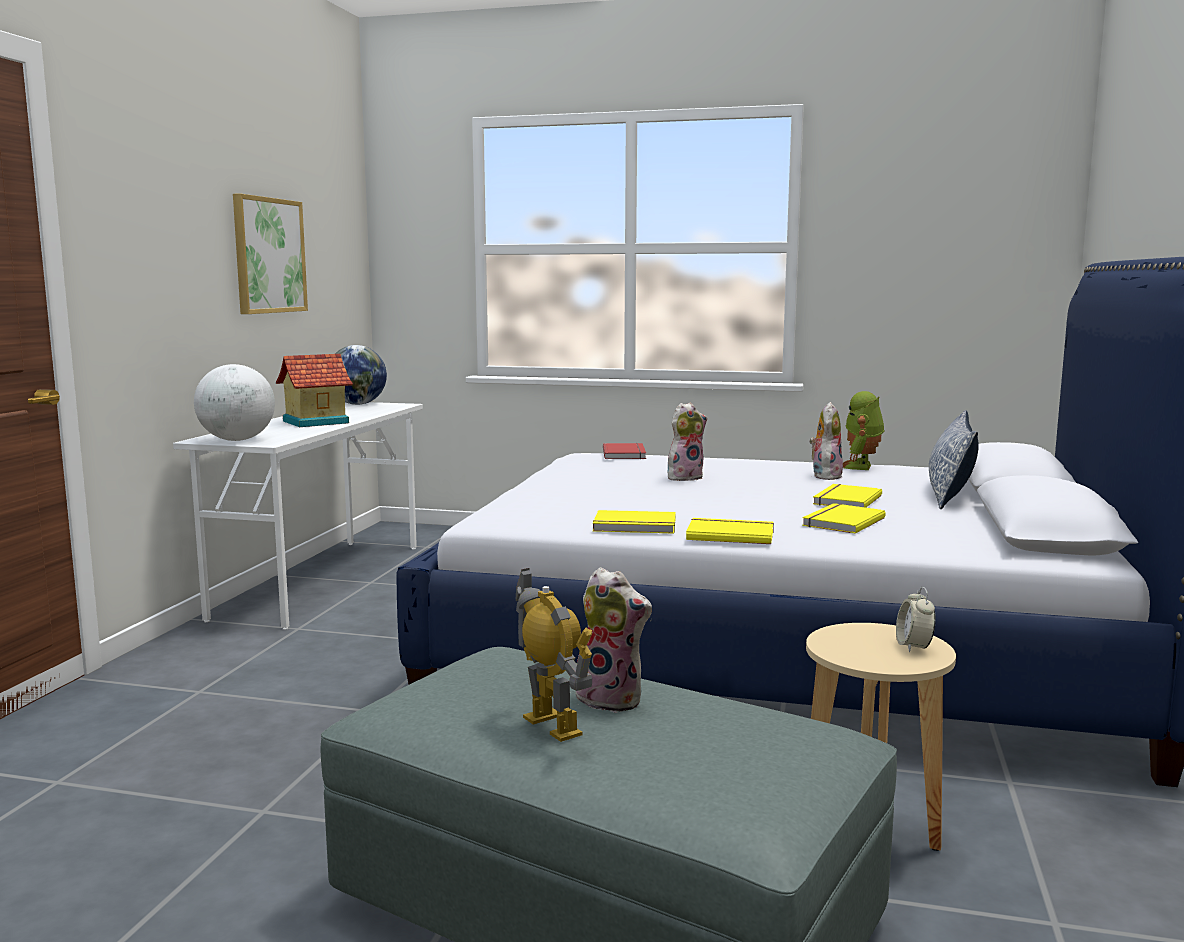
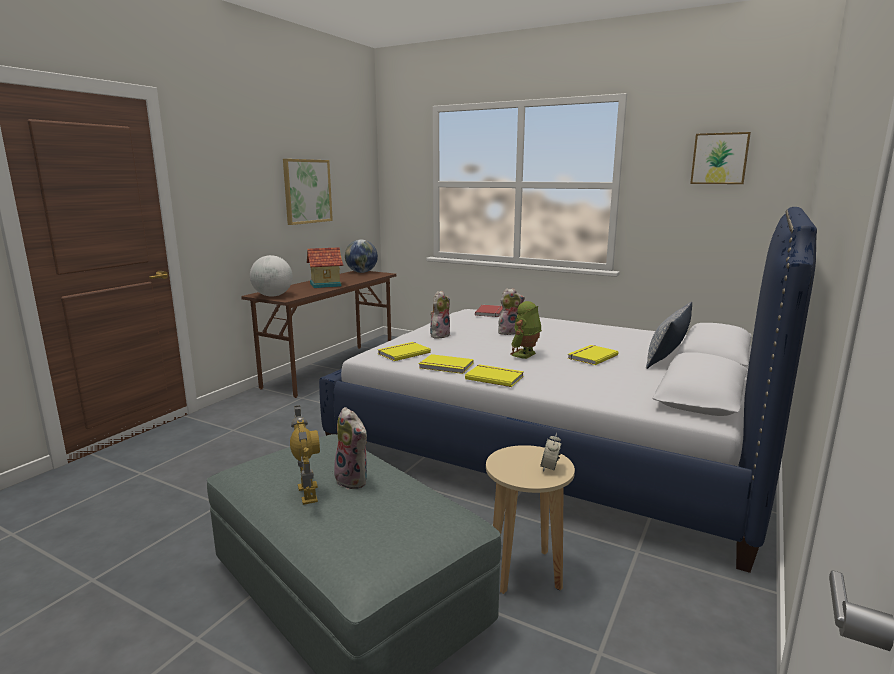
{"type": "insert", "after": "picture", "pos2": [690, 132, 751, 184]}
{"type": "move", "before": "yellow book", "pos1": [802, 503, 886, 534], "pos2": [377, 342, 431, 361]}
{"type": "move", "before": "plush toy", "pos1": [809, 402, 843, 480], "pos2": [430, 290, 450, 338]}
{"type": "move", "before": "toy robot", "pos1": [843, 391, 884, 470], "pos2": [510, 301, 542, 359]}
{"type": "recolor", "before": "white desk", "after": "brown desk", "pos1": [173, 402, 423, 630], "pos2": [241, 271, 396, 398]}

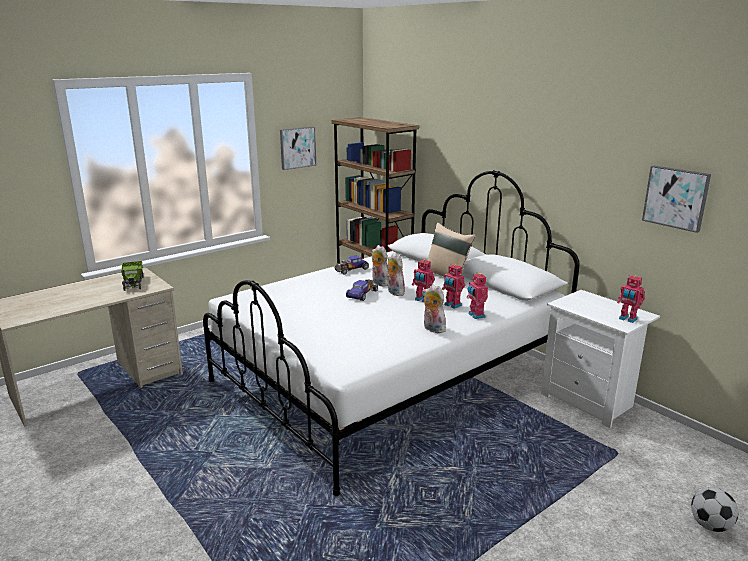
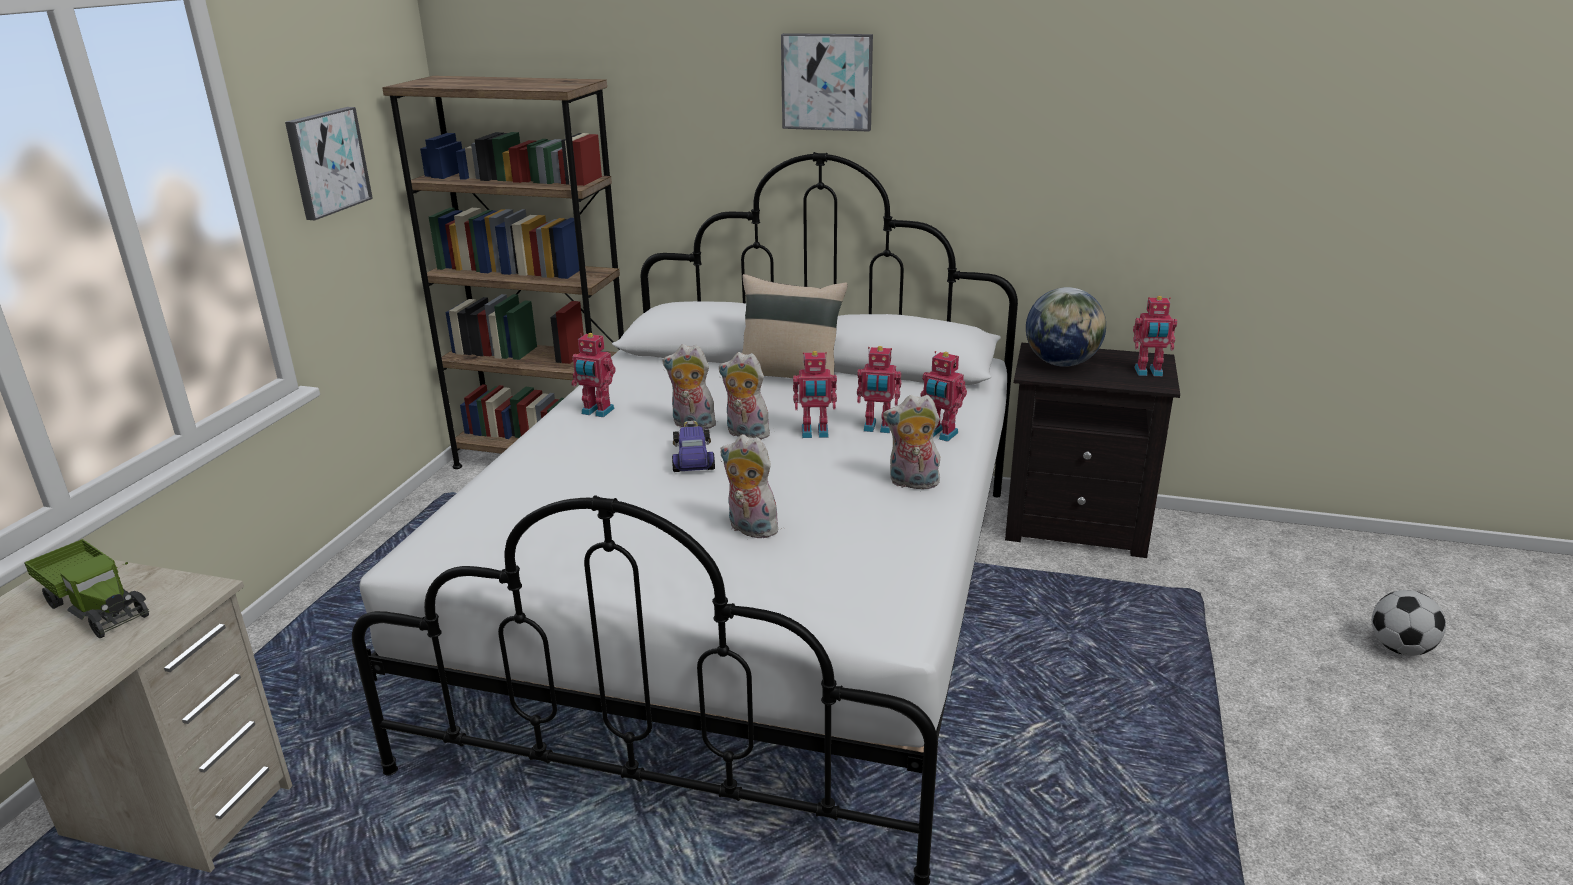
{"type": "insert", "after": "plush toy", "pos2": [721, 434, 783, 538]}
{"type": "insert", "after": "globe", "pos2": [1026, 287, 1106, 367]}
{"type": "move", "before": "picture", "pos1": [642, 166, 711, 233], "pos2": [781, 33, 873, 132]}
{"type": "replace", "before": "toy car", "after": "toy robot", "pos1": [334, 255, 369, 274], "pos2": [572, 333, 616, 417]}
{"type": "recolor", "before": "white nightstand", "after": "black nightstand", "pos1": [541, 290, 660, 428], "pos2": [1005, 343, 1180, 558]}

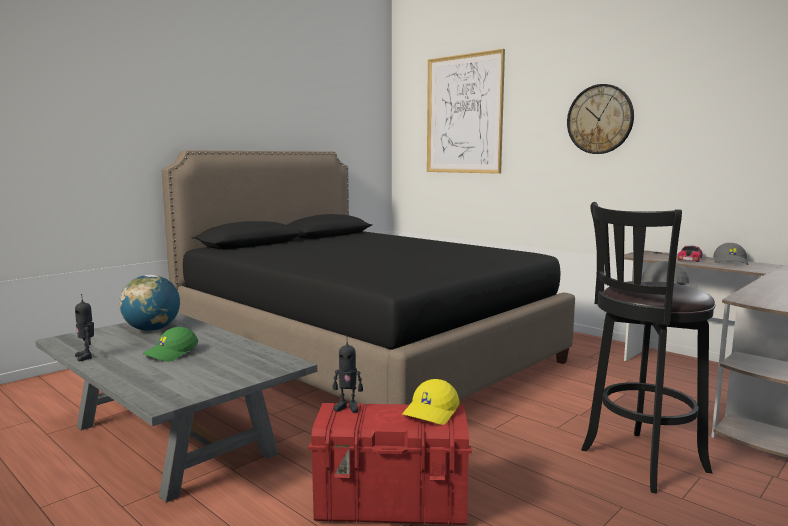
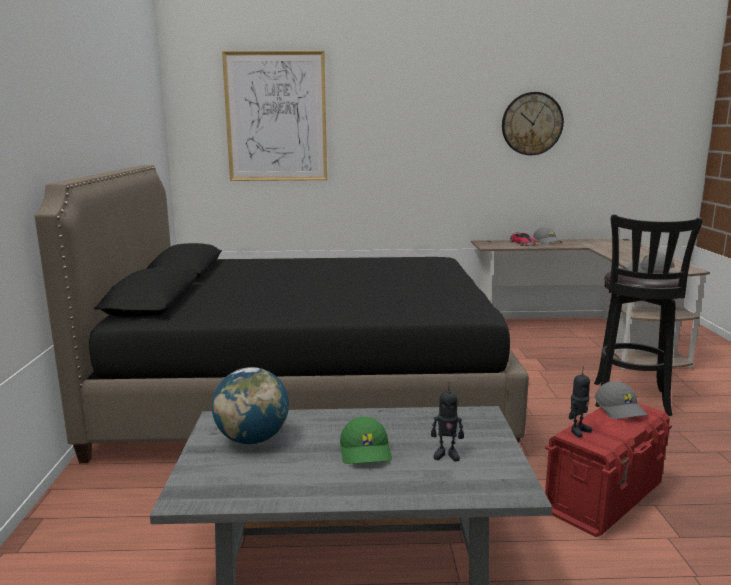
{"type": "move", "before": "toy robot", "pos1": [75, 294, 94, 361], "pos2": [431, 382, 464, 461]}
{"type": "move", "before": "wall clock", "pos1": [567, 84, 634, 154], "pos2": [502, 92, 564, 155]}
{"type": "recolor", "before": "yellow cap", "after": "grey cap", "pos1": [402, 379, 459, 425], "pos2": [595, 381, 648, 419]}

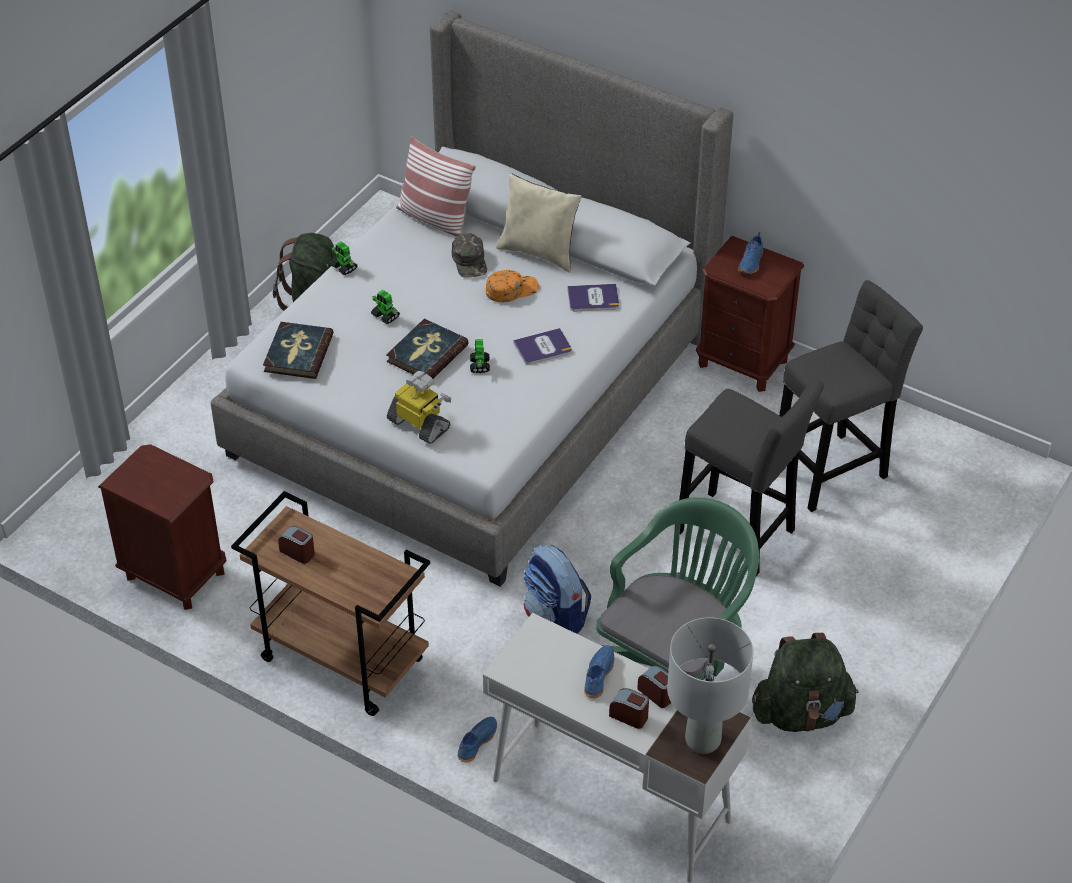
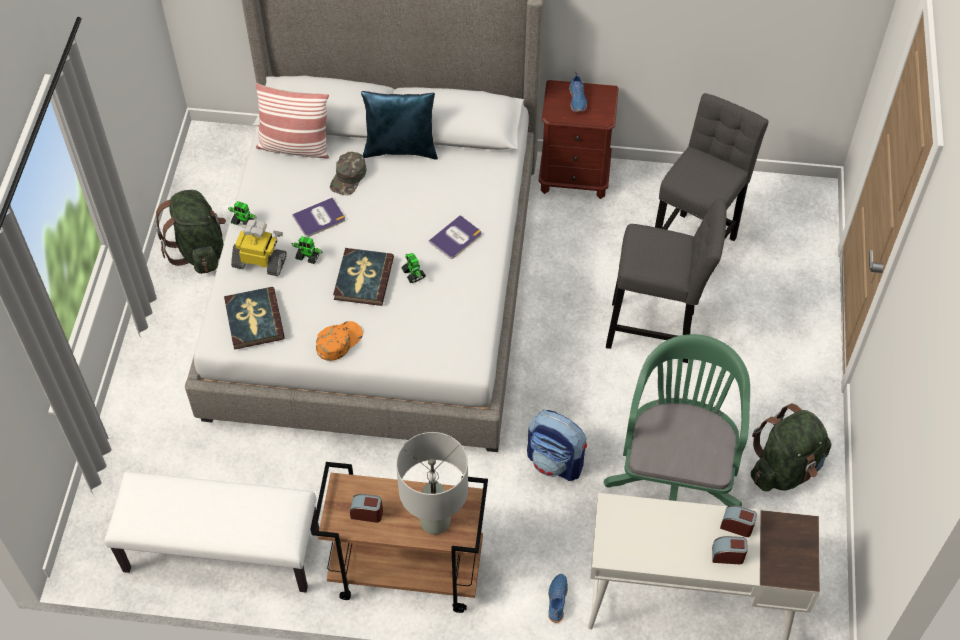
{"type": "delete", "before": "blue shoe", "pos1": [584, 645, 614, 698]}
{"type": "move", "before": "toy robot", "pos1": [387, 371, 451, 444], "pos2": [231, 220, 287, 276]}
{"type": "move", "before": "orange cap", "pos1": [486, 270, 539, 302], "pos2": [316, 321, 363, 361]}
{"type": "move", "before": "book", "pos1": [567, 284, 619, 312], "pos2": [292, 197, 345, 237]}
{"type": "move", "before": "grey table lamp", "pos1": [667, 617, 753, 754], "pos2": [396, 432, 468, 535]}
{"type": "replace", "before": "brown nightstand", "after": "white bench", "pos1": [98, 444, 227, 610], "pos2": [105, 472, 319, 593]}
{"type": "recolor", "before": "beige pillow", "after": "blue pillow", "pos1": [496, 173, 582, 272], "pos2": [361, 91, 438, 159]}
{"type": "rotate", "before": "green cap", "pos1": [452, 233, 487, 278], "pos2": [330, 152, 366, 195], "turn": 60}

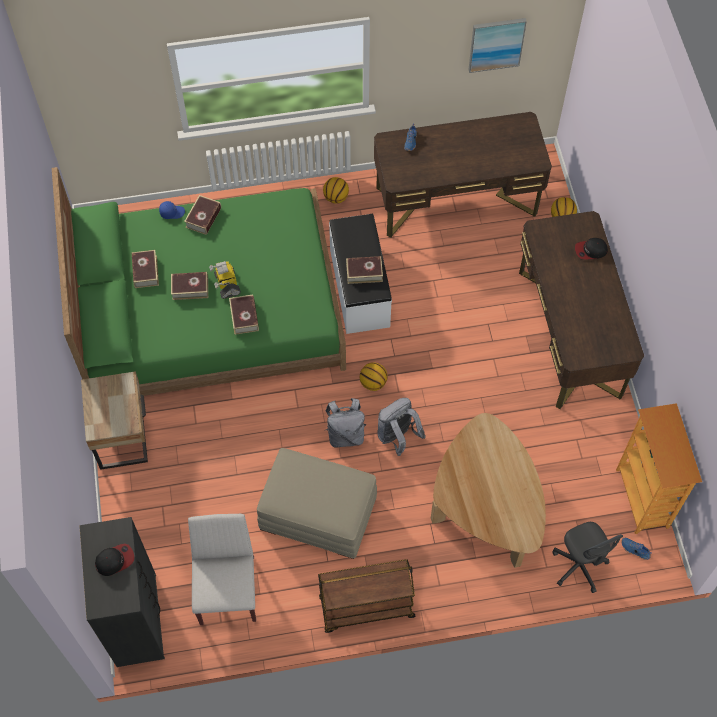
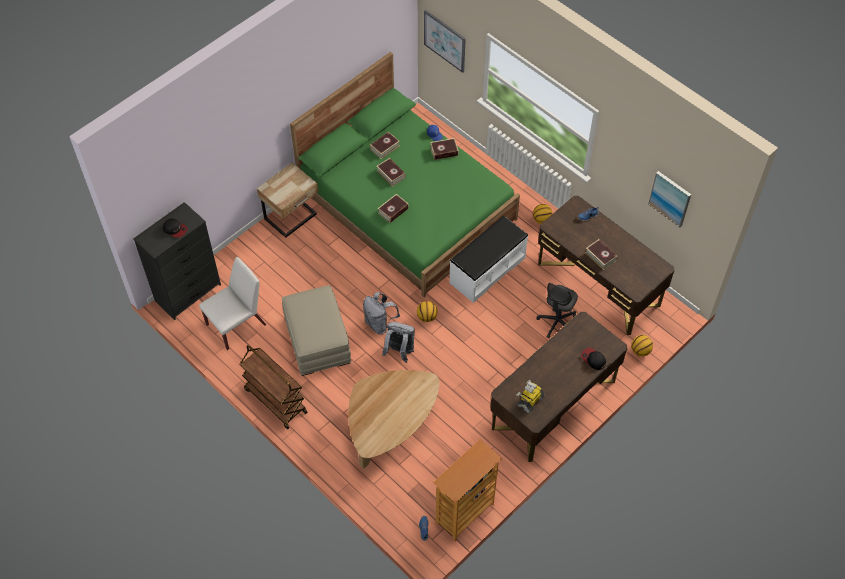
{"type": "insert", "after": "picture", "pos2": [424, 10, 466, 73]}
{"type": "move", "before": "toy robot", "pos1": [209, 261, 241, 299], "pos2": [516, 380, 545, 413]}
{"type": "move", "before": "book", "pos1": [346, 256, 383, 284], "pos2": [585, 239, 618, 270]}
{"type": "move", "before": "grey office chair", "pos1": [552, 522, 623, 593], "pos2": [536, 283, 578, 338]}

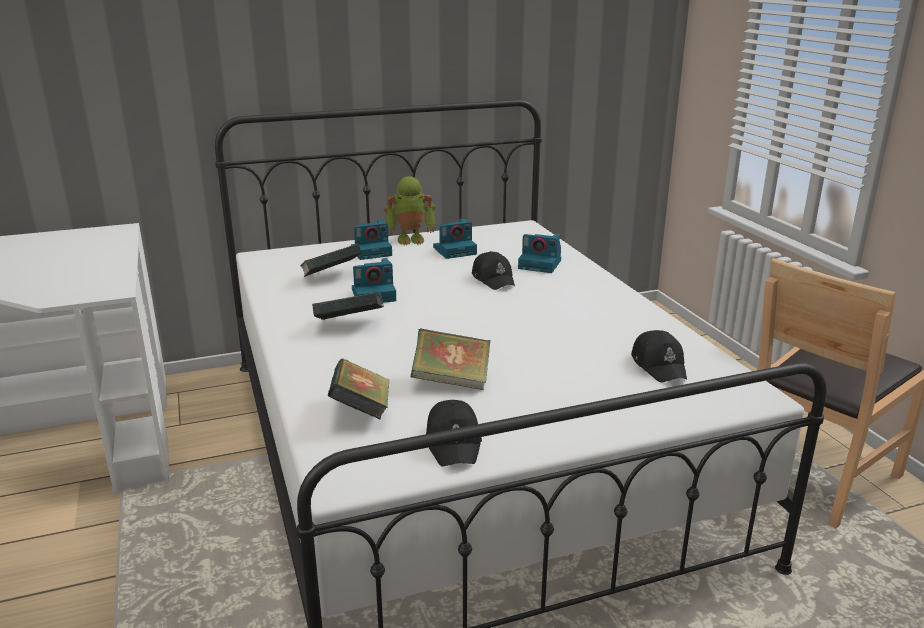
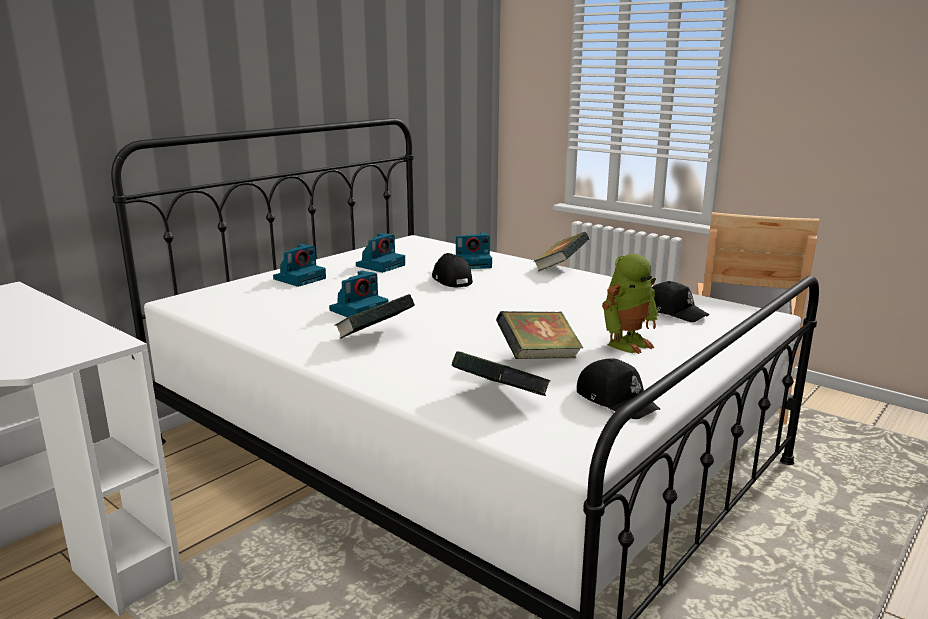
{"type": "move", "before": "book", "pos1": [300, 243, 361, 277], "pos2": [533, 232, 589, 271]}
{"type": "move", "before": "toy robot", "pos1": [384, 176, 435, 246], "pos2": [602, 254, 659, 354]}
{"type": "rotate", "before": "black cap", "pos1": [472, 251, 515, 290], "pos2": [432, 253, 473, 288], "turn": -150}

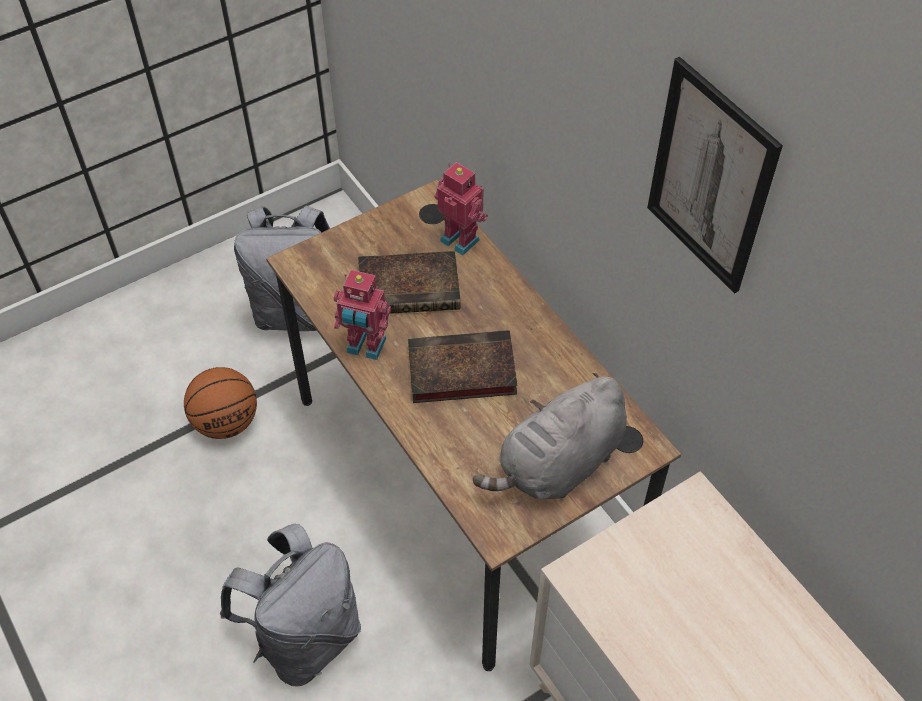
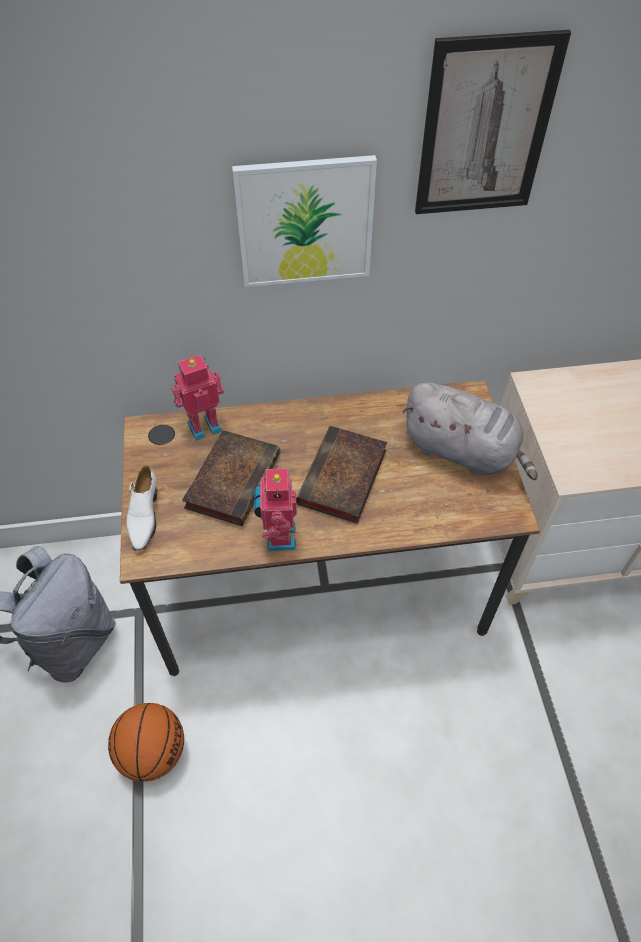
{"type": "delete", "before": "grey backpack", "pos1": [220, 524, 361, 686]}
{"type": "insert", "after": "white shoe", "pos2": [126, 465, 157, 551]}
{"type": "insert", "after": "picture", "pos2": [232, 155, 377, 287]}
{"type": "rotate", "before": "toy robot", "pos1": [334, 270, 391, 360], "pos2": [254, 465, 297, 551], "turn": 135}
{"type": "rotate", "before": "grey plush toy", "pos1": [473, 373, 627, 499], "pos2": [402, 382, 538, 480], "turn": -45}

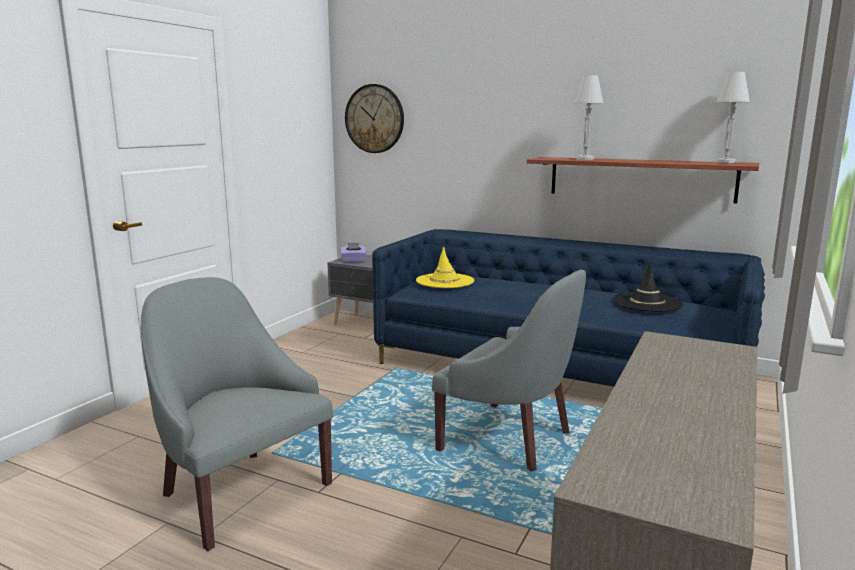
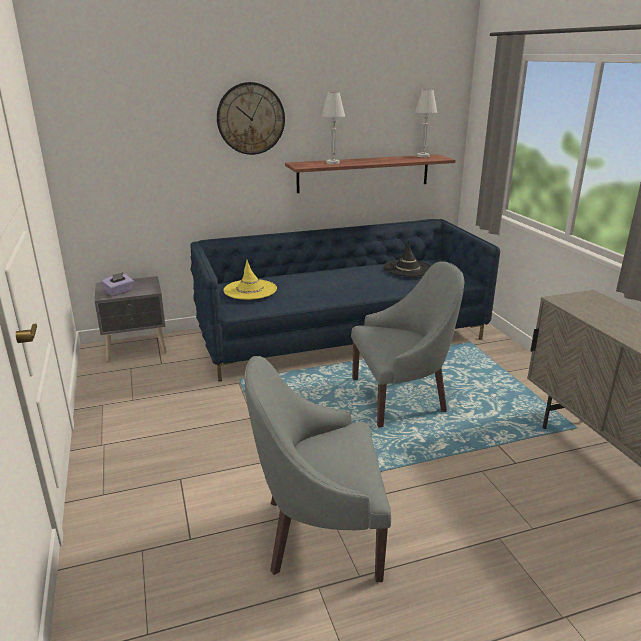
{"type": "move", "before": "wall clock", "pos1": [345, 84, 404, 153], "pos2": [217, 82, 285, 155]}

